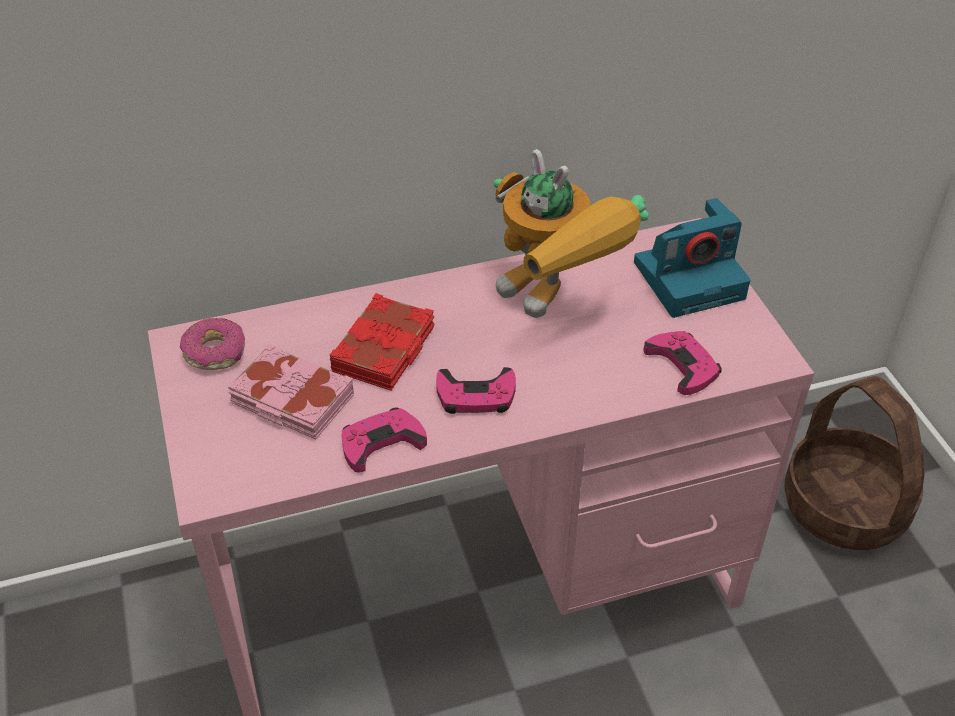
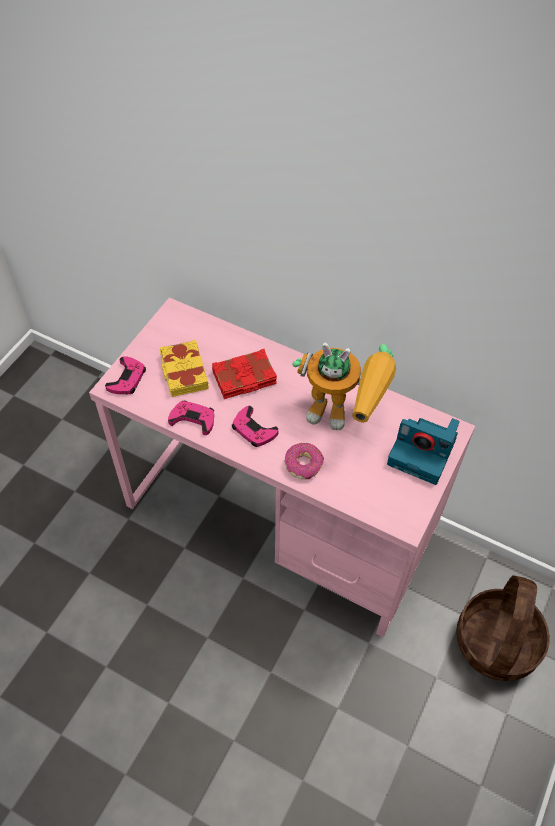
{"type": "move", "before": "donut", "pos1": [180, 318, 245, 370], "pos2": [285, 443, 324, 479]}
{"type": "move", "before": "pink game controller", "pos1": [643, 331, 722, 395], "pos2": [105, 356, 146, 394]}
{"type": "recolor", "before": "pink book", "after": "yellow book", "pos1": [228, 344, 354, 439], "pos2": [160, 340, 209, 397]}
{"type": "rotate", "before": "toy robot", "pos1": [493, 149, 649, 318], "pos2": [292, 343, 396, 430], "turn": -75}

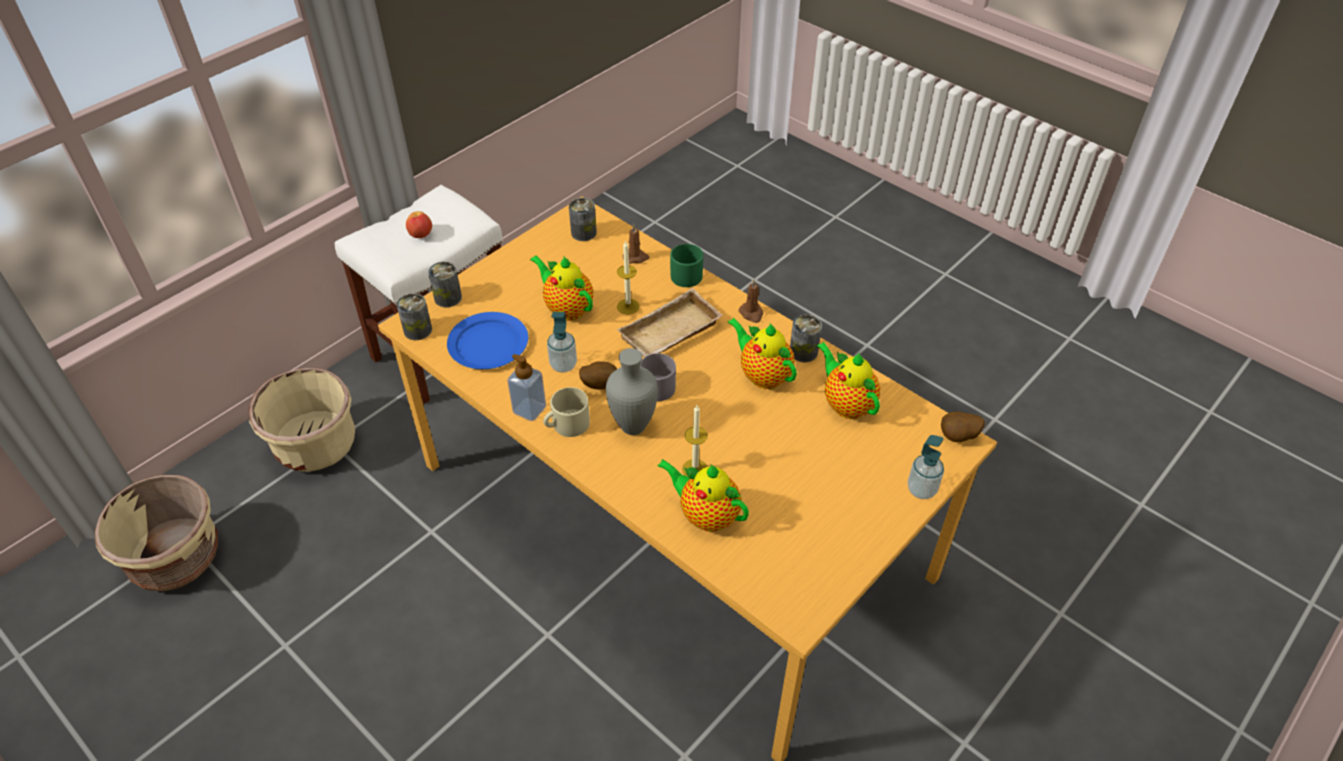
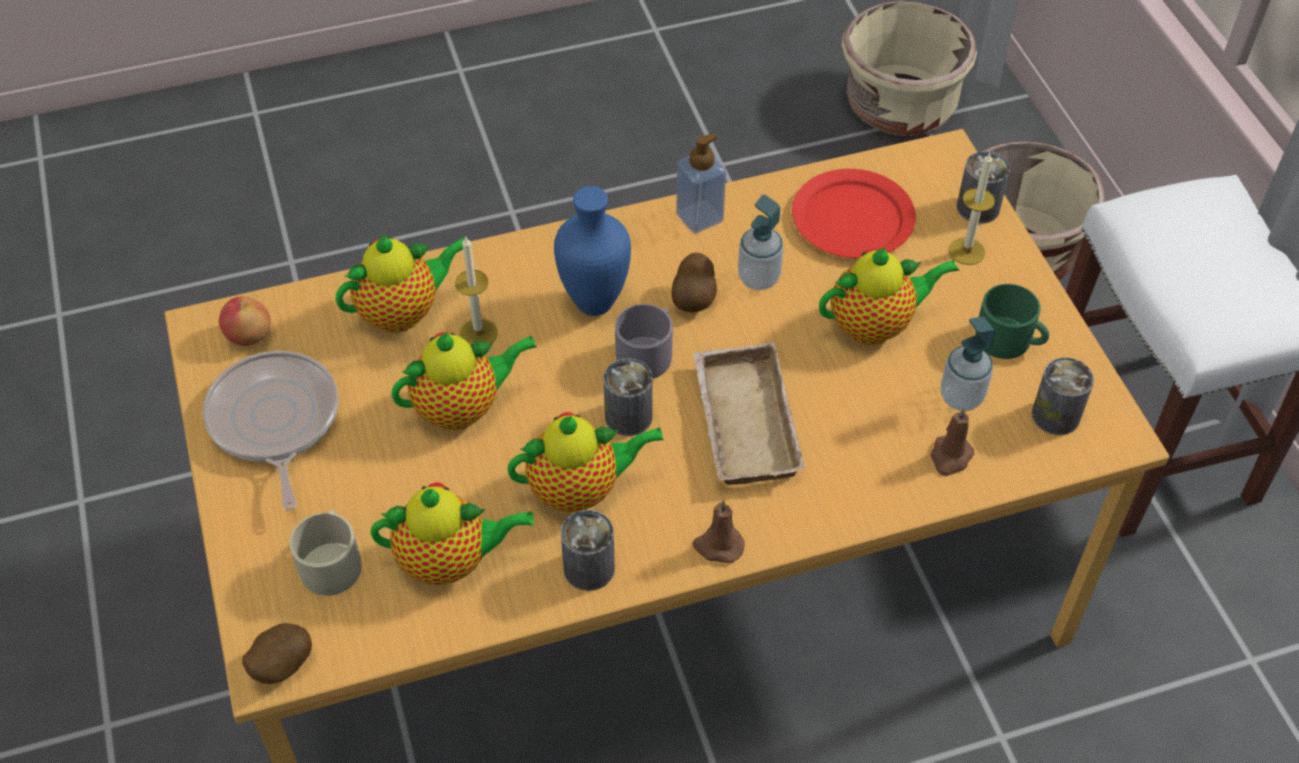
{"type": "insert", "after": "frying pan", "pos2": [203, 351, 338, 510]}
{"type": "insert", "after": "teapot", "pos2": [391, 332, 537, 430]}
{"type": "move", "before": "can", "pos1": [397, 293, 432, 340], "pos2": [603, 358, 653, 436]}
{"type": "move", "before": "apple", "pos1": [406, 211, 432, 238], "pos2": [219, 297, 270, 346]}
{"type": "move", "before": "beige mug", "pos1": [543, 387, 590, 437], "pos2": [290, 510, 362, 596]}
{"type": "move", "before": "candle", "pos1": [617, 240, 640, 314], "pos2": [949, 153, 995, 265]}
{"type": "move", "before": "green mug", "pos1": [670, 244, 703, 287], "pos2": [975, 284, 1049, 359]}
{"type": "move", "before": "soap dispenser", "pos1": [908, 435, 944, 499], "pos2": [941, 317, 996, 411]}
{"type": "recolor", "before": "blue plate", "after": "red plate", "pos1": [447, 312, 528, 369], "pos2": [792, 169, 916, 258]}
{"type": "recolor", "before": "grey vase", "after": "blue vase", "pos1": [606, 348, 658, 435], "pos2": [554, 186, 631, 316]}

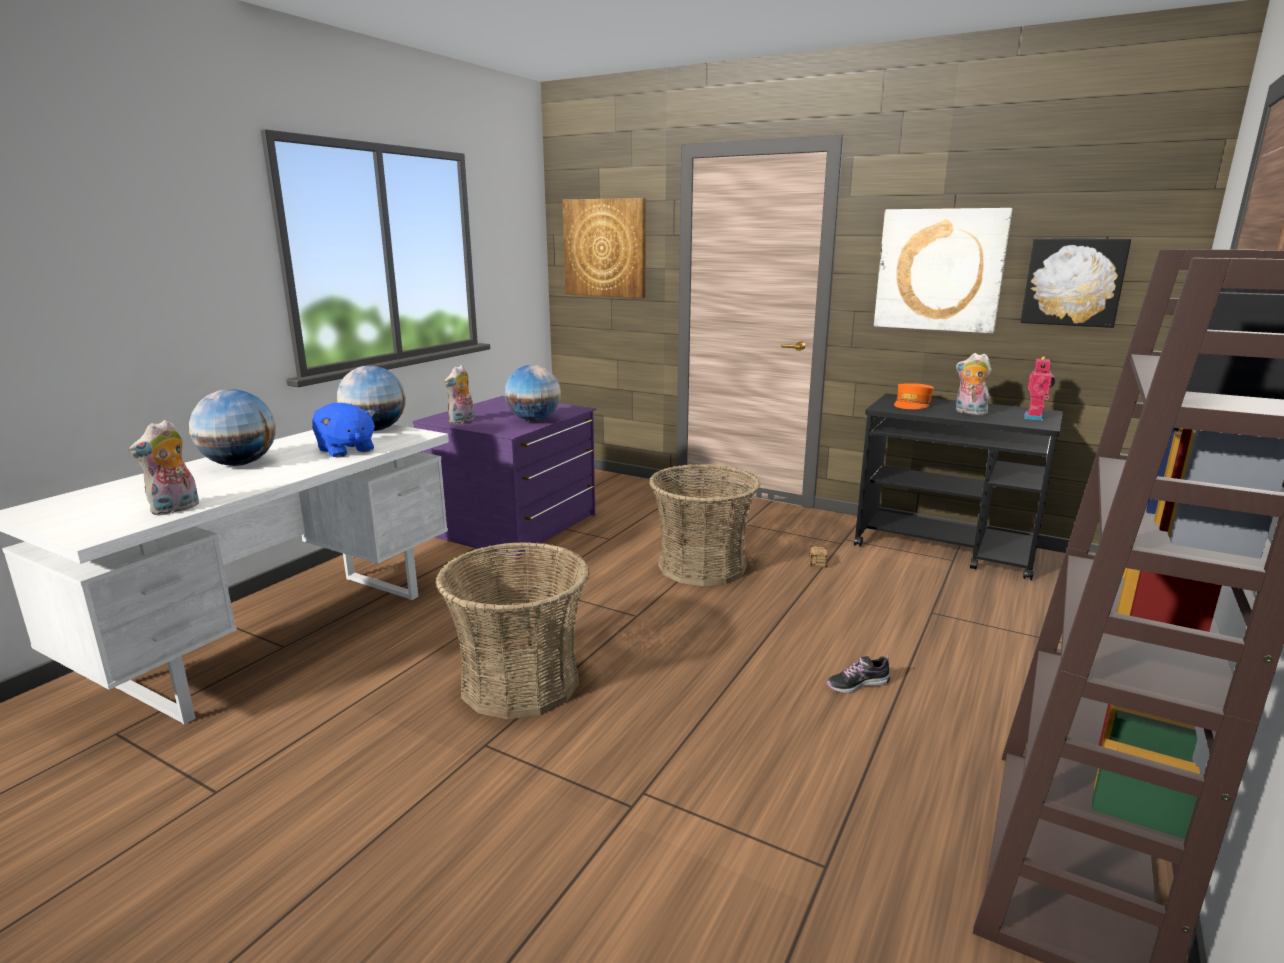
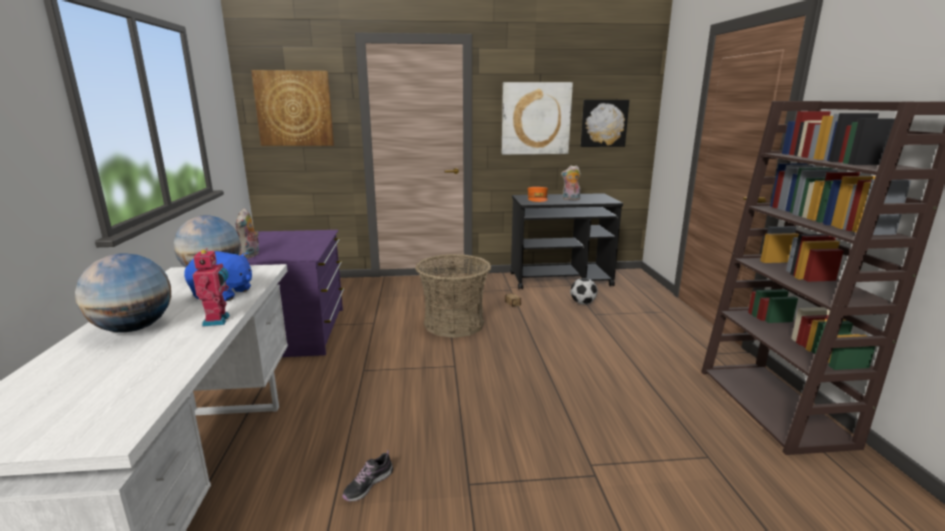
{"type": "delete", "before": "plush toy", "pos1": [129, 420, 199, 516]}
{"type": "delete", "before": "basket", "pos1": [435, 542, 589, 719]}
{"type": "delete", "before": "globe", "pos1": [504, 365, 561, 421]}
{"type": "insert", "after": "football", "pos2": [570, 278, 598, 304]}
{"type": "move", "before": "shoe", "pos1": [827, 654, 890, 693], "pos2": [342, 450, 393, 501]}
{"type": "move", "before": "toy robot", "pos1": [1024, 357, 1055, 420], "pos2": [193, 248, 230, 327]}

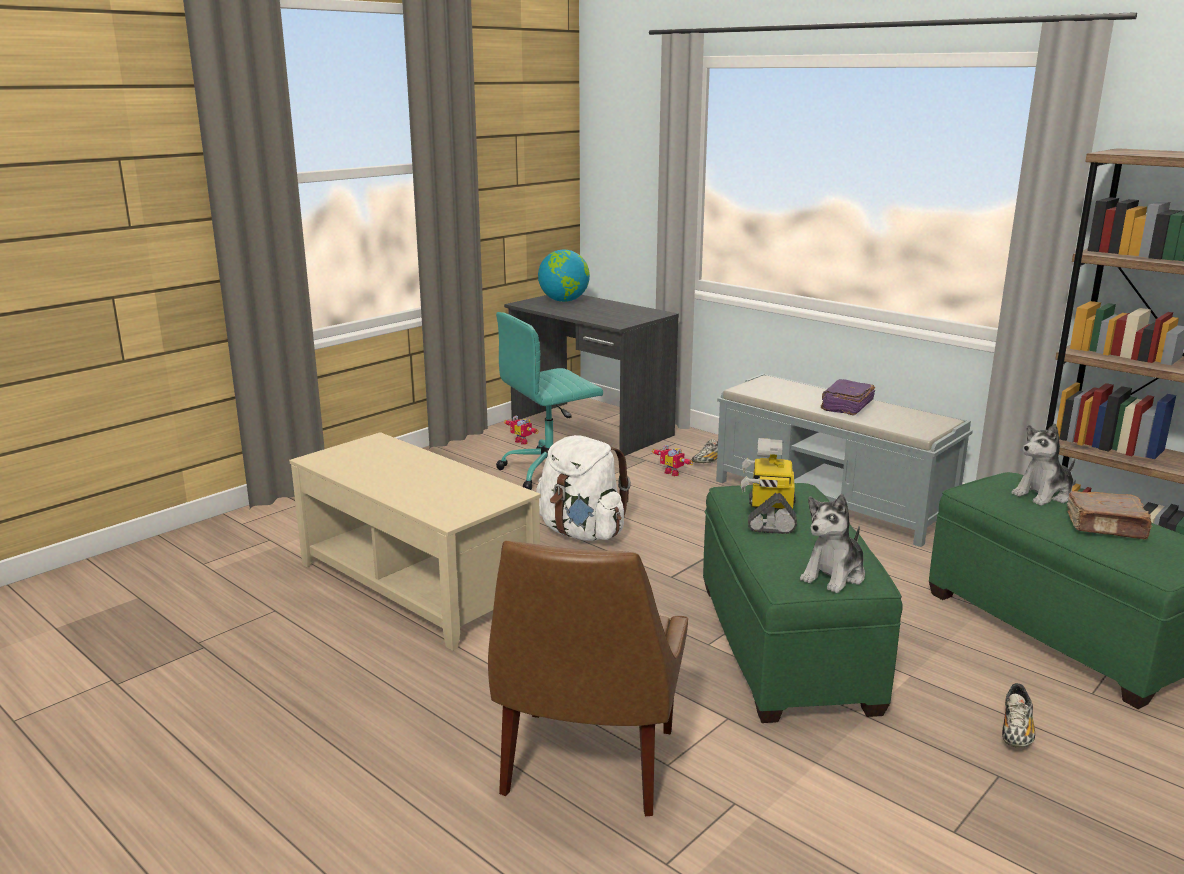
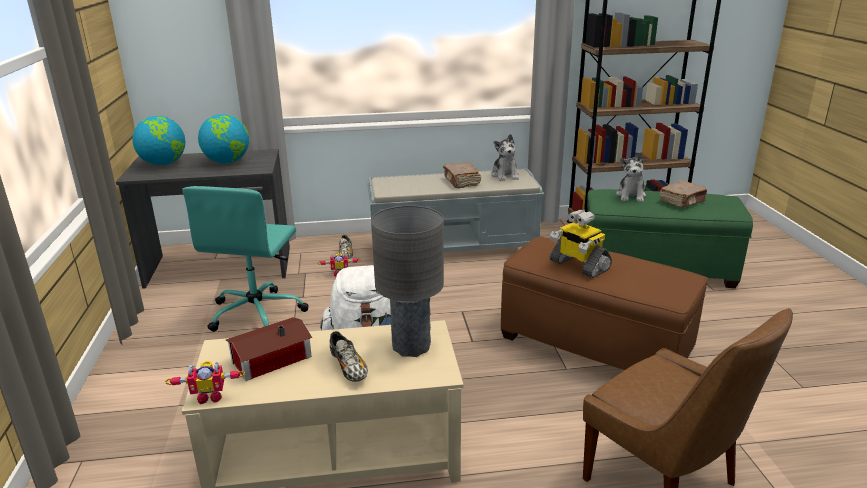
{"type": "insert", "after": "globe", "pos2": [198, 114, 249, 164]}
{"type": "insert", "after": "toy house", "pos2": [226, 317, 312, 381]}
{"type": "insert", "after": "grey table lamp", "pos2": [371, 205, 444, 357]}
{"type": "move", "before": "toy robot", "pos1": [504, 416, 539, 445], "pos2": [165, 361, 245, 404]}
{"type": "move", "before": "plush toy", "pos1": [800, 494, 865, 593], "pos2": [491, 134, 519, 181]}
{"type": "move", "before": "shoe", "pos1": [1002, 683, 1035, 748], "pos2": [330, 331, 368, 382]}
{"type": "recolor", "before": "green ottoman", "after": "brown ottoman", "pos1": [703, 483, 903, 723], "pos2": [501, 237, 708, 370]}
{"type": "recolor", "before": "purple book", "after": "brown book", "pos1": [821, 379, 875, 416], "pos2": [443, 162, 481, 188]}

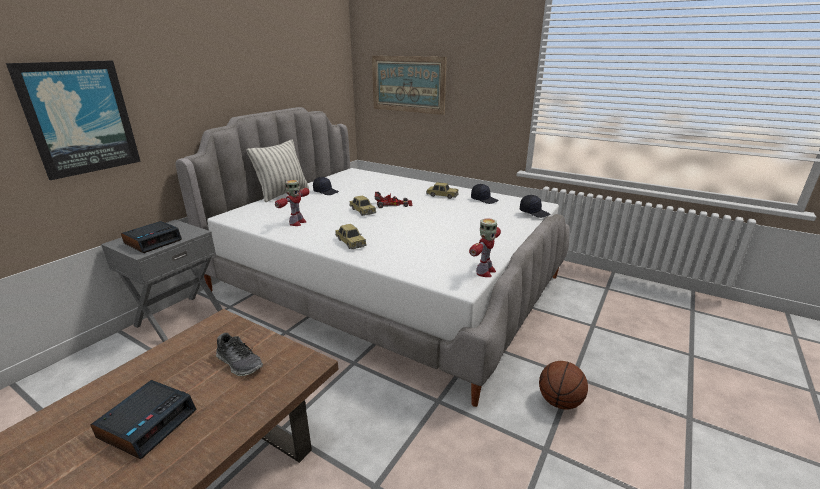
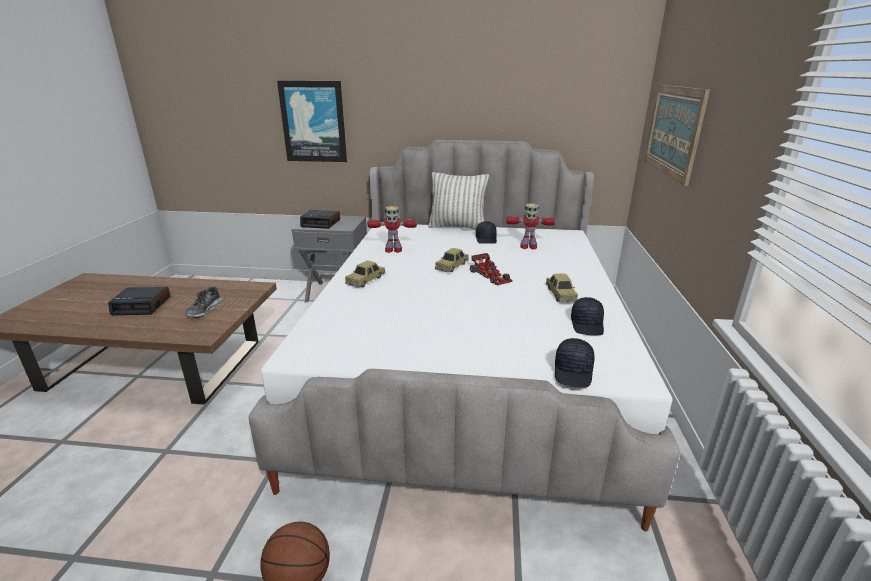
{"type": "move", "before": "toy robot", "pos1": [469, 218, 501, 277], "pos2": [506, 203, 555, 250]}

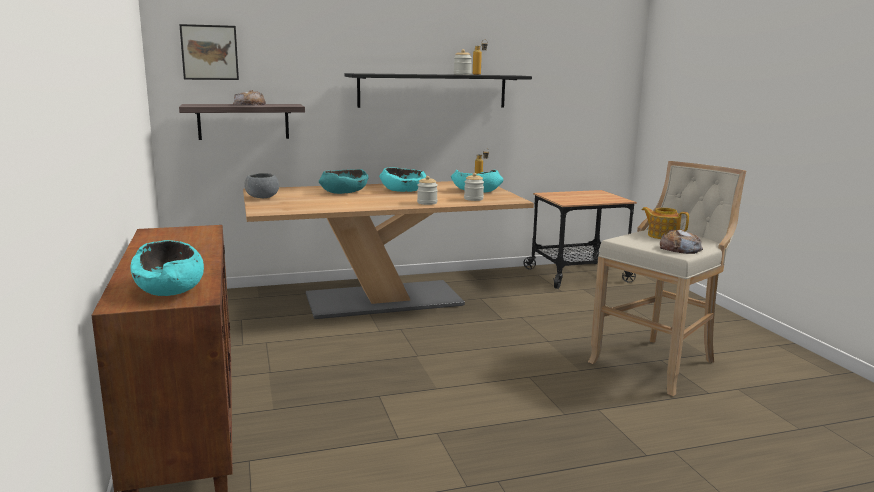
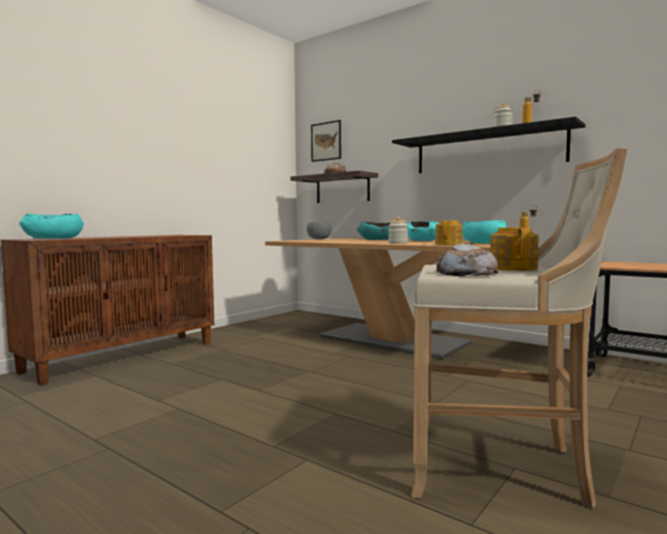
{"type": "replace", "before": "jar", "after": "teapot", "pos1": [464, 173, 484, 201], "pos2": [435, 220, 462, 245]}

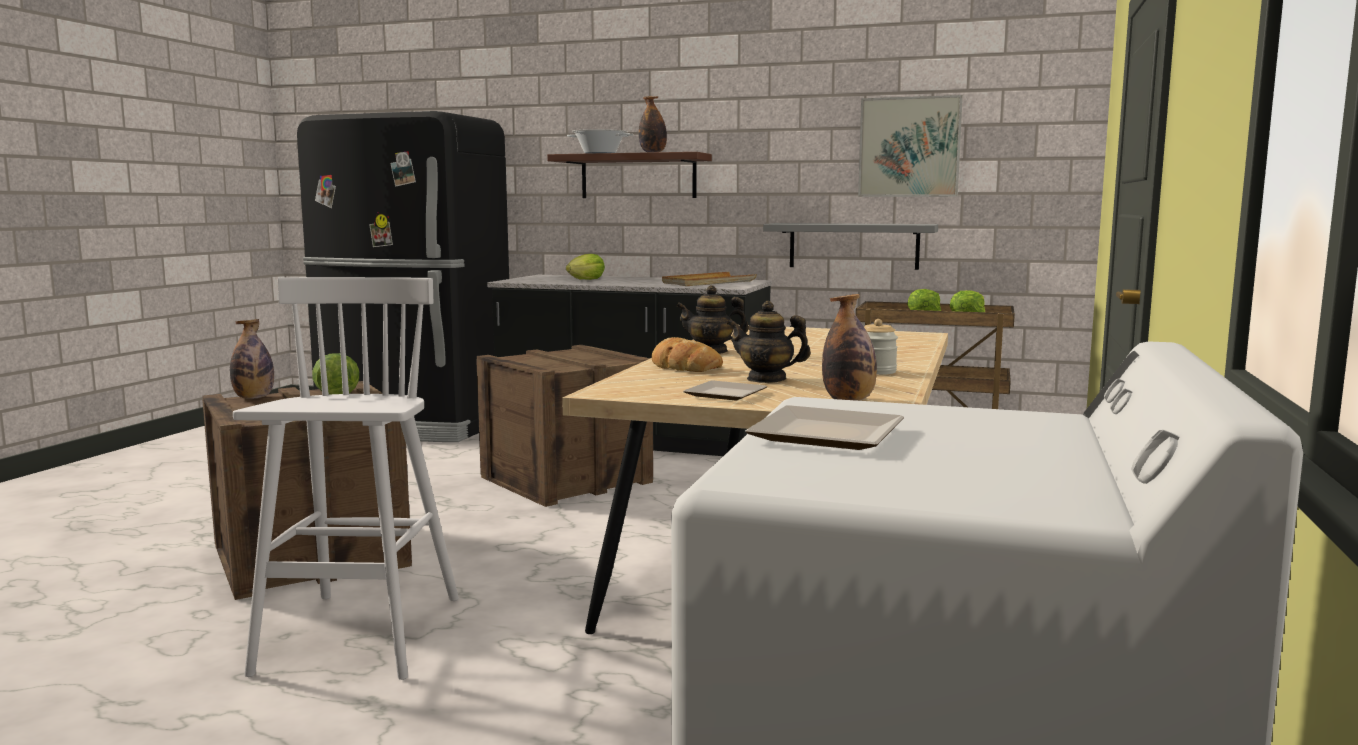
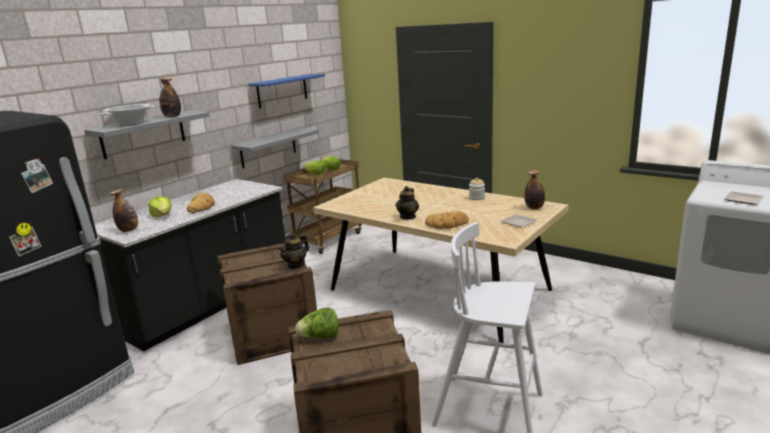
{"type": "delete", "before": "beige tray", "pos1": [662, 272, 757, 286]}
{"type": "insert", "after": "bread", "pos2": [187, 193, 215, 213]}
{"type": "move", "before": "bottle", "pos1": [230, 319, 274, 399], "pos2": [110, 189, 138, 232]}
{"type": "move", "before": "teapot", "pos1": [727, 301, 811, 383], "pos2": [278, 233, 309, 269]}
{"type": "replace", "before": "picture", "after": "blue shelf", "pos1": [858, 95, 963, 197], "pos2": [248, 74, 325, 108]}
{"type": "recolor", "before": "brown shelf", "after": "grey shelf", "pos1": [547, 152, 712, 198], "pos2": [84, 110, 210, 159]}

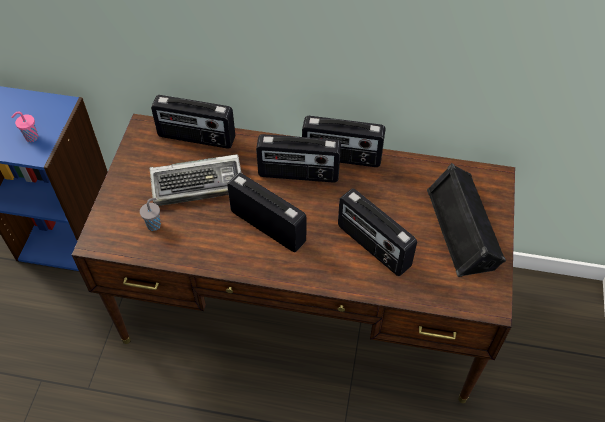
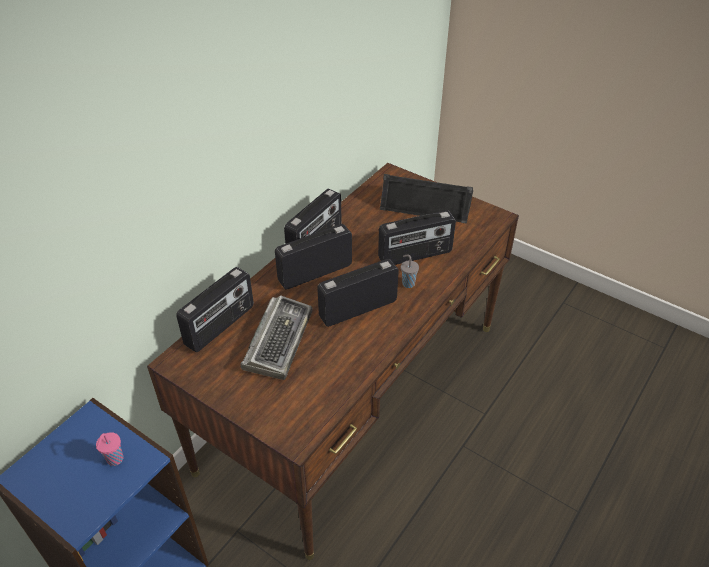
{"type": "move", "before": "grey cup", "pos1": [140, 198, 161, 231], "pos2": [401, 254, 419, 288]}
{"type": "rotate", "before": "radio", "pos1": [256, 134, 341, 183], "pos2": [275, 224, 352, 290], "turn": -150}

